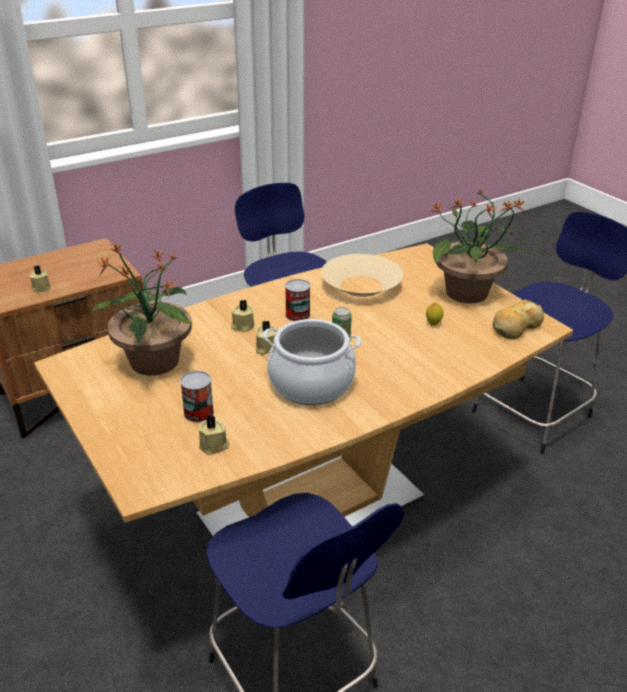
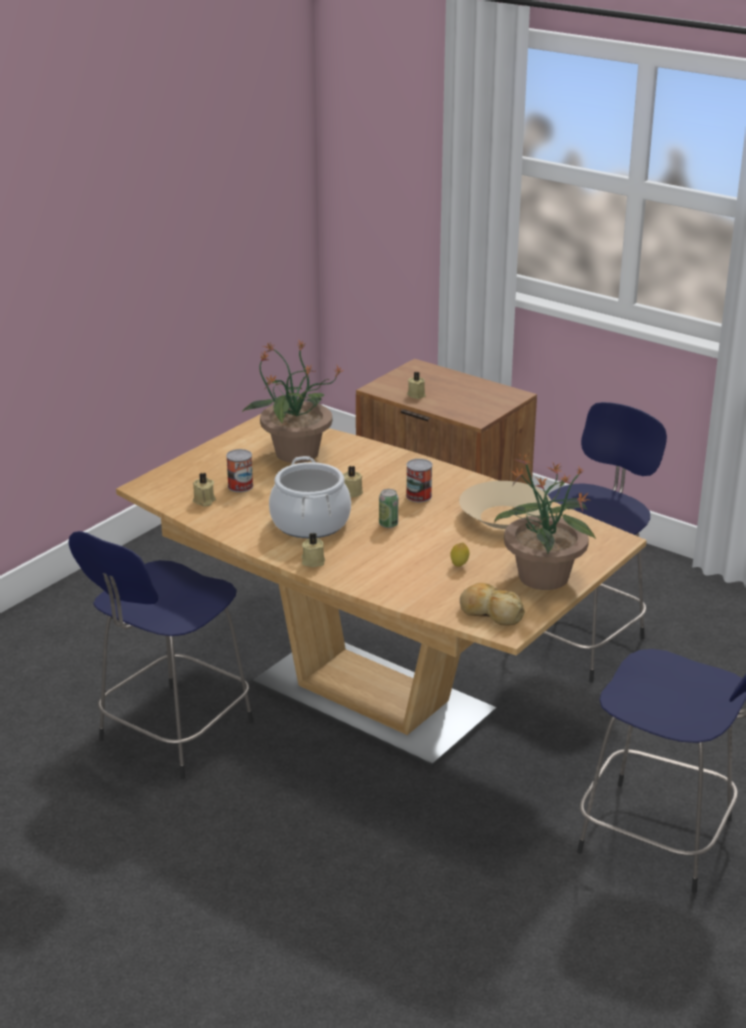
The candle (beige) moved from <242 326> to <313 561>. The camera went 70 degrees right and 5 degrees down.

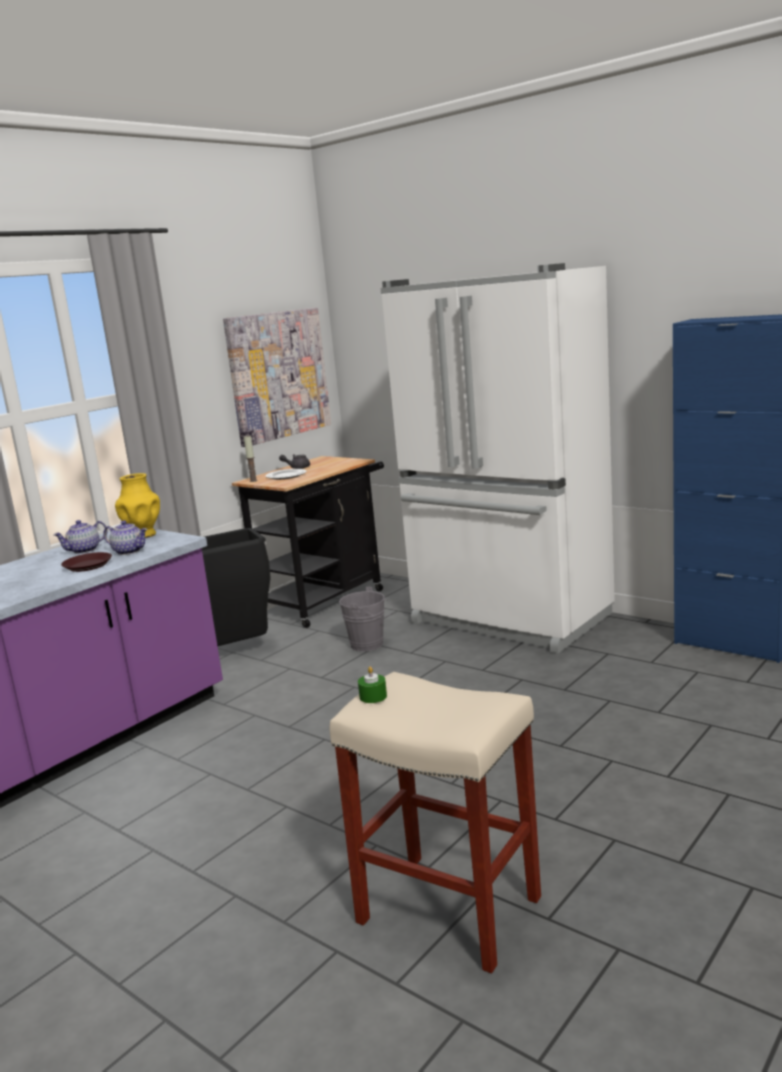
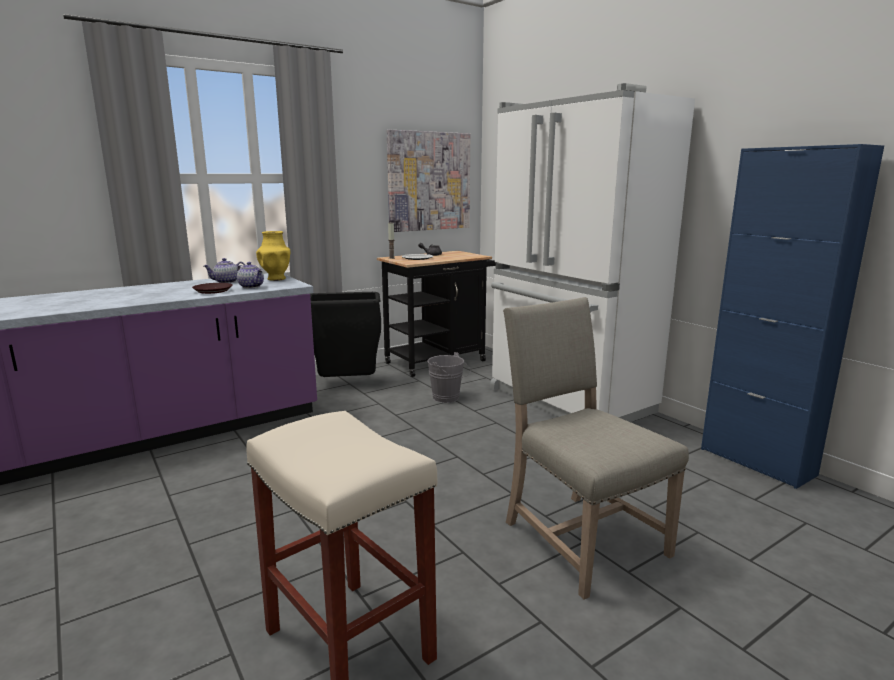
The chair (beige) at <579 537> appeared. The candle (green) at <373 696> disappeared. The camera went 15 degrees right and 0 degrees up.

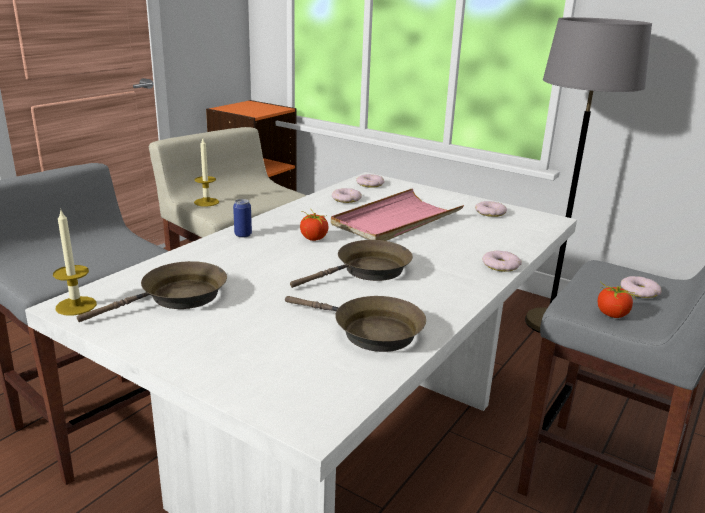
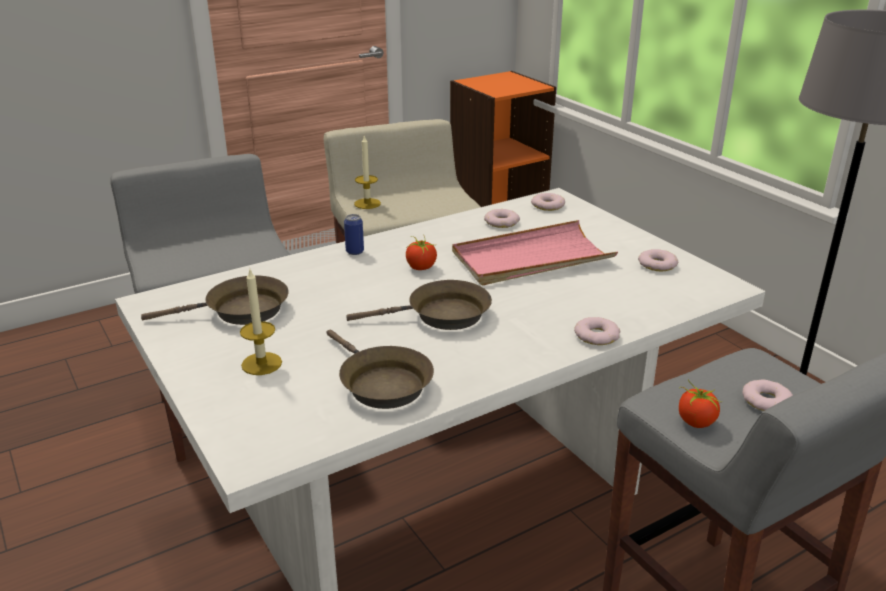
The candle moved from <76 306> to <261 363>. The camera went 25 degrees right and 5 degrees up.

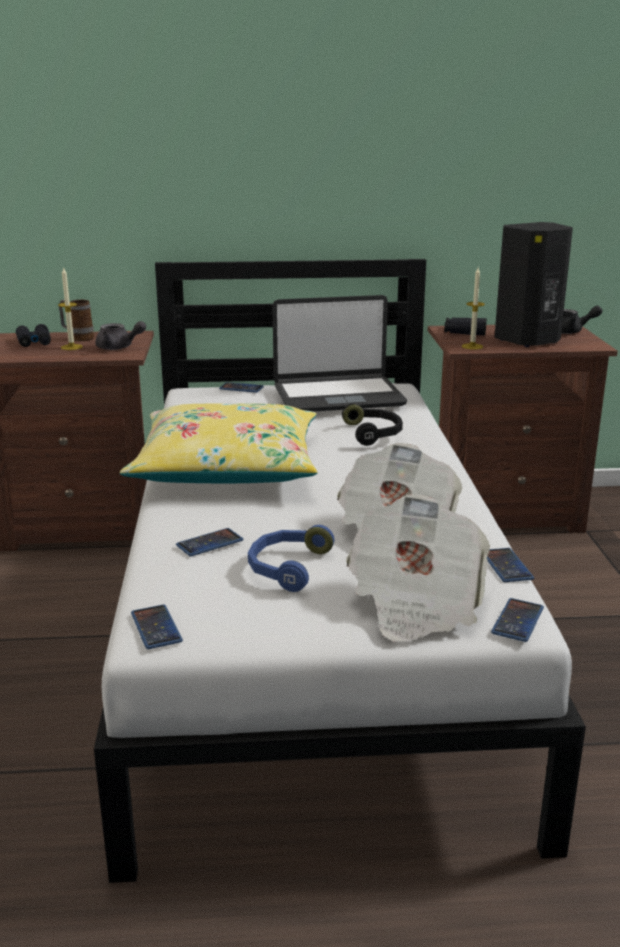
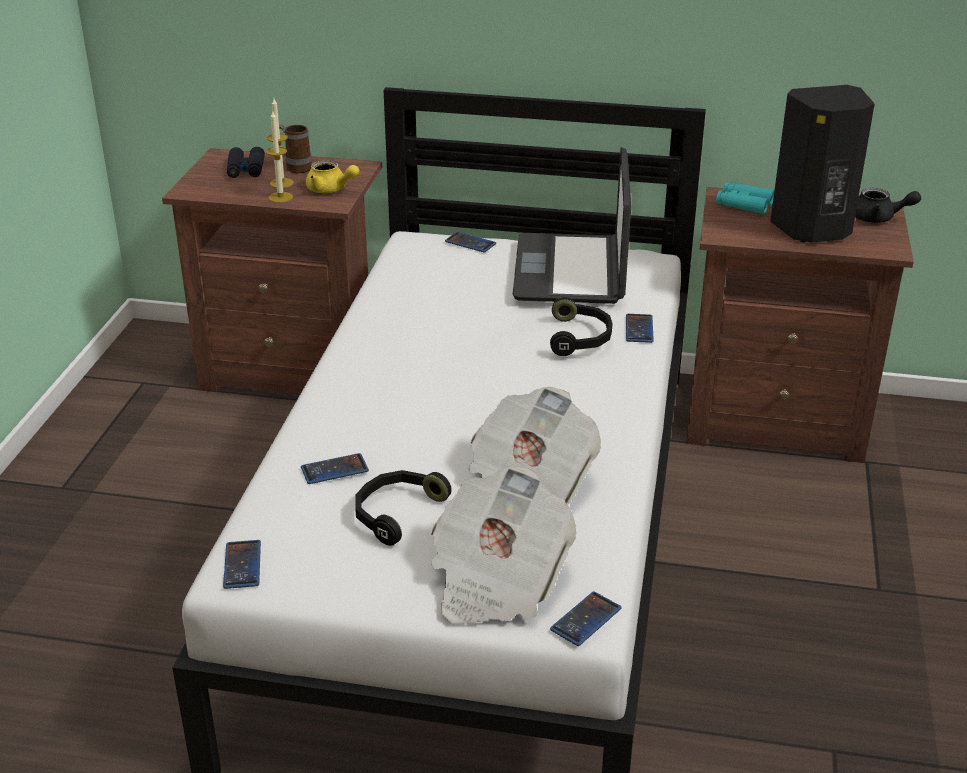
The candle moved from <472 346> to <280 197>. The teapot (grey) at <119 348> became the teapot (yellow) at <331 190>. The headphones (blue) at <286 567> became the headphones (black) at <396 513>. The laptop at <338 396> turned 90 degrees clockwise. The phone moved from <506 566> to <639 329>. The binoculars (black) at <465 332> became the binoculars (turquoise) at <744 204>. The pillow (yellow) at <227 467> disappeared. The camera went 15 degrees right and 10 degrees up.

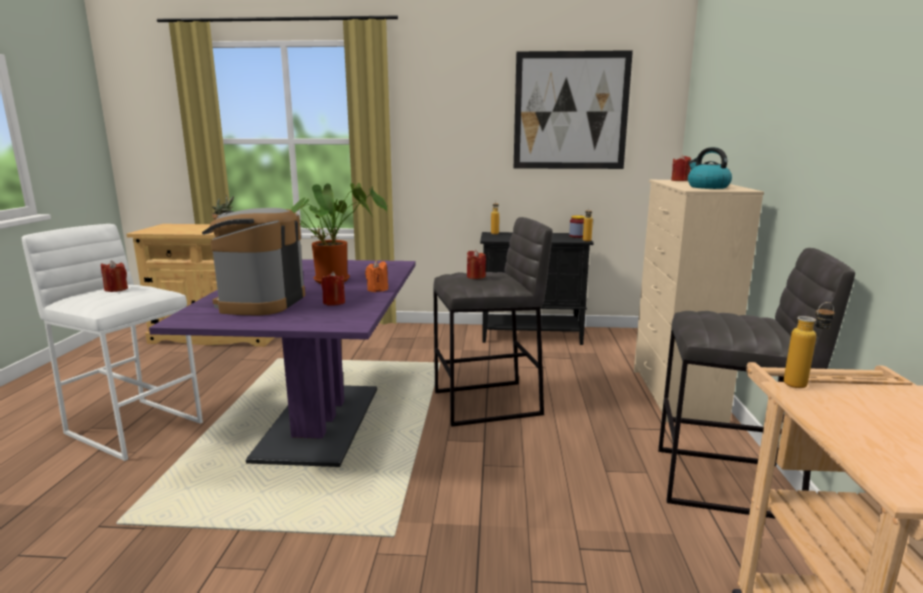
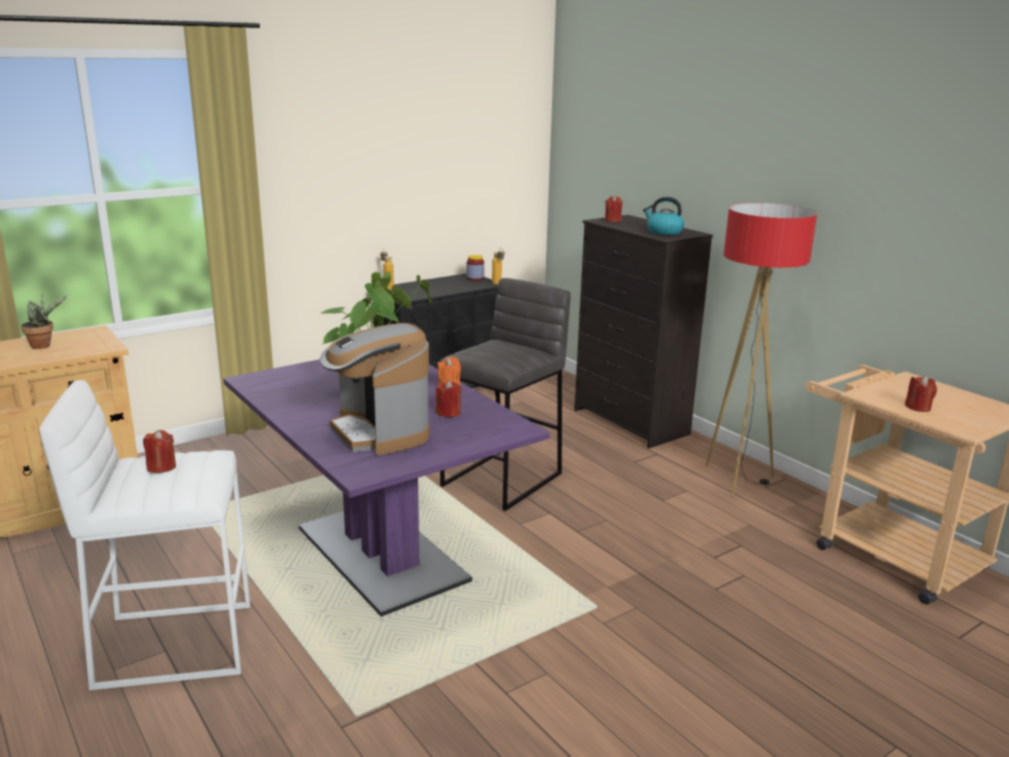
The dresser (beige) at <675 395> became the dresser (black) at <630 422>. The stool (grey) at <726 483> was replaced by the floor lamp at <737 479>. The candle (red) moved from <476 276> to <918 407>. The picture at <570 111> disappeared. The bottle at <802 384> disappeared. The camera went 40 degrees left and 5 degrees up.

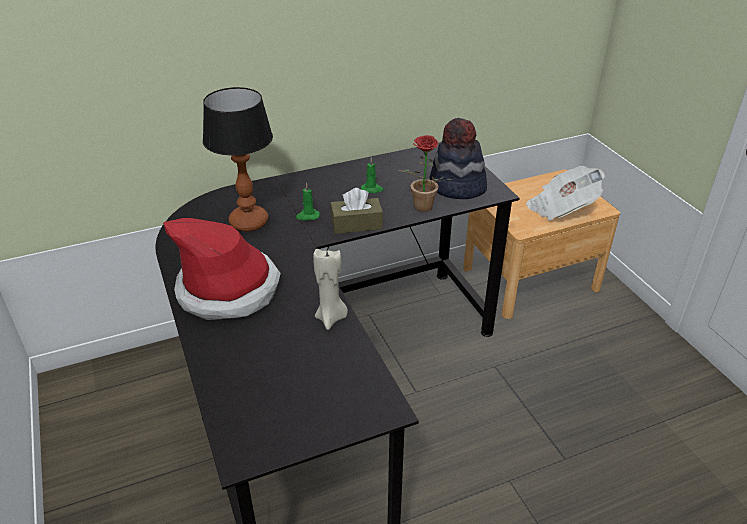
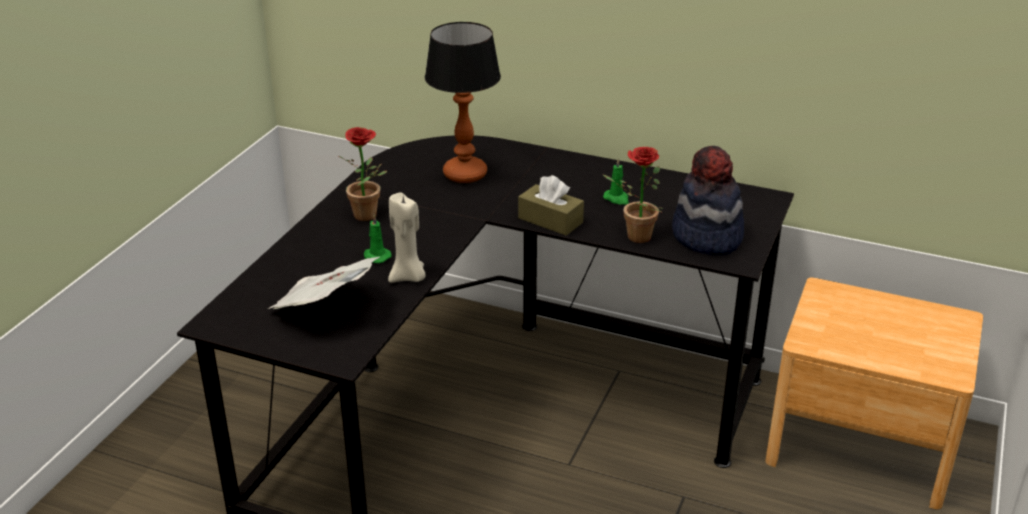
The newspaper moved from <561 208> to <326 308>. The hat at <228 289> was replaced by the potted plant at <370 216>. The candle (green) moved from <307 216> to <376 256>. The camera went 45 degrees right and 5 degrees down.

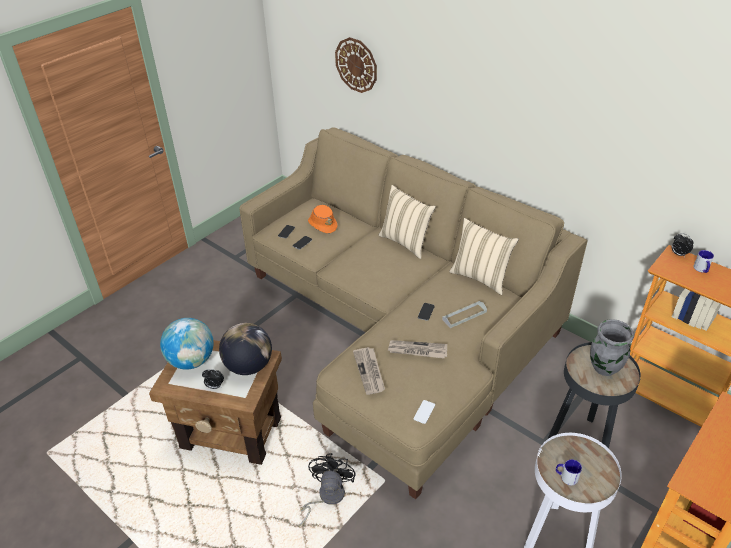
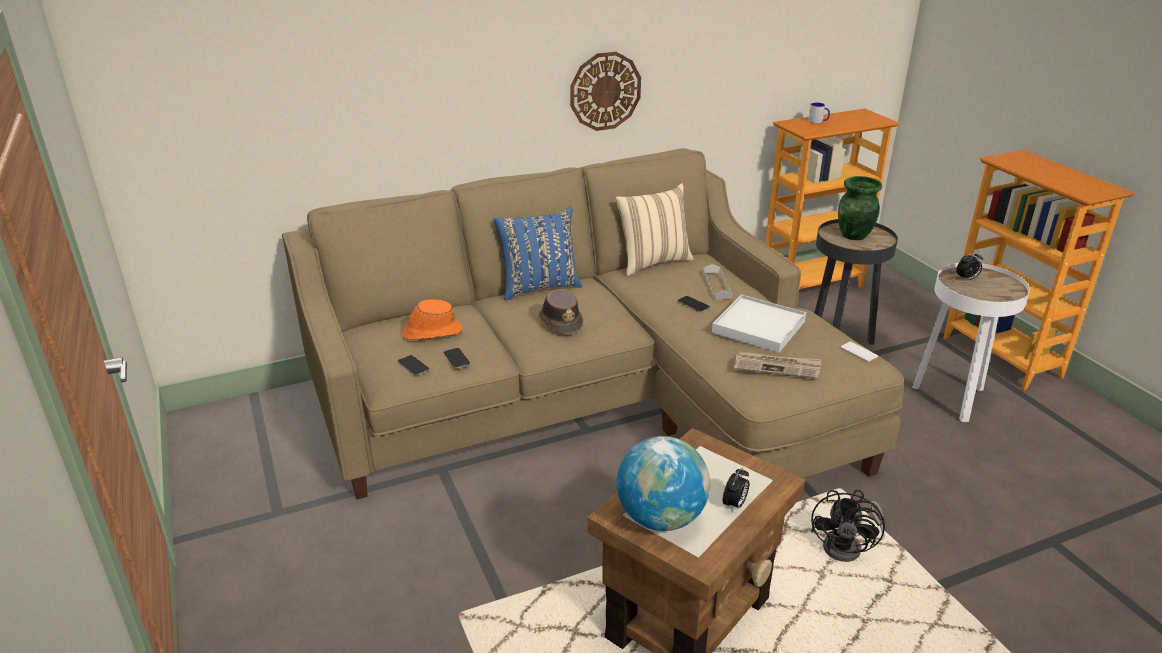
The pillow (beige) at <406 242> became the pillow (blue) at <539 287>. The hat (brown) at <561 321> appeared. The wall clock moved from <356 65> to <605 91>. The newspaper at <417 351> was replaced by the tray (white) at <758 327>. The fan (black) at <326 497> turned 105 degrees counterclockwise. The vase (grey) at <604 368> became the vase (green) at <854 235>. The alarm clock moved from <678 254> to <966 279>. The globe at <249 366> disappeared. The mug at <566 477> disappeared. The camera went 65 degrees left and 10 degrees down.

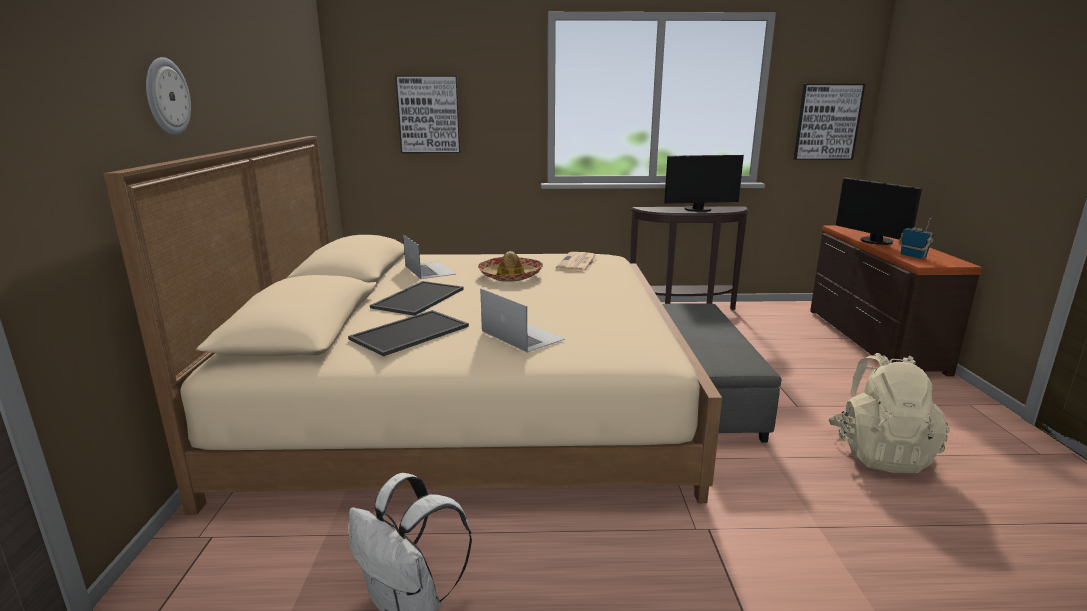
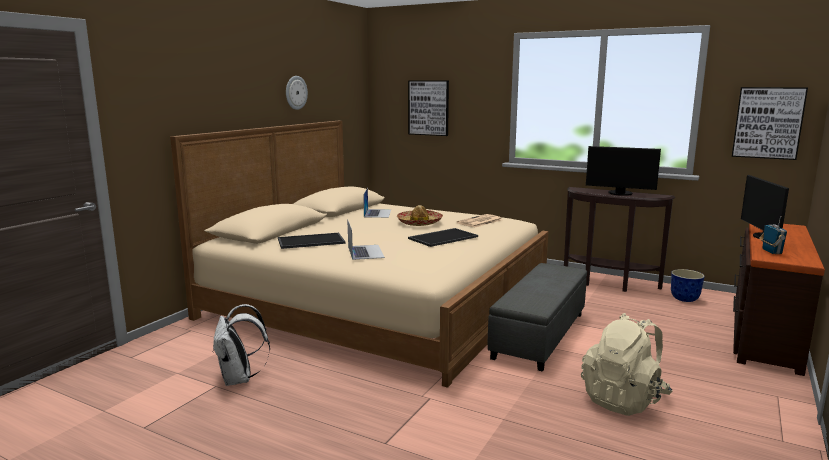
The wall clock moved from <166 96> to <295 92>. The tray moved from <418 298> to <443 237>. The planter at <684 299> appeared. The camera went 30 degrees right and 5 degrees down.

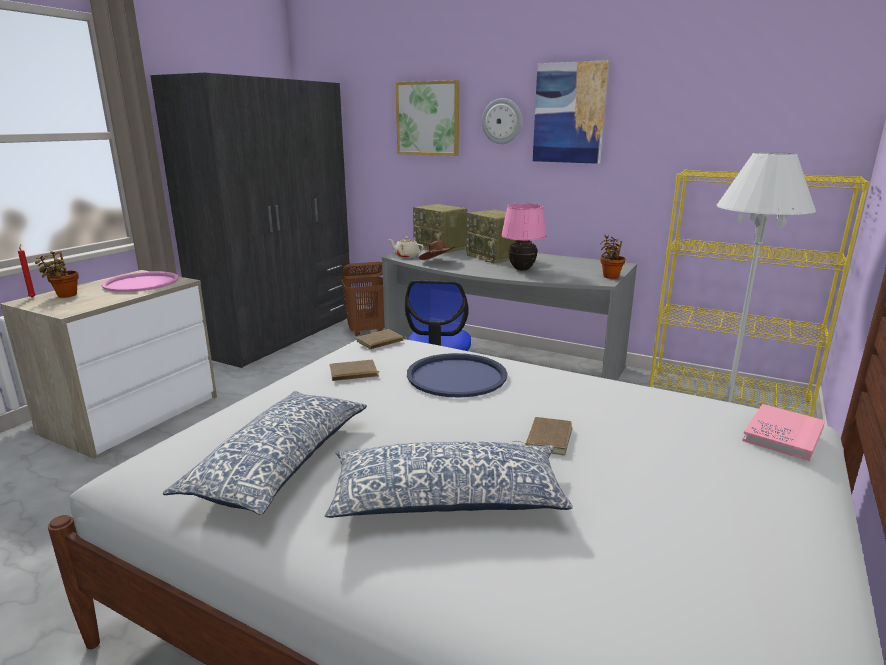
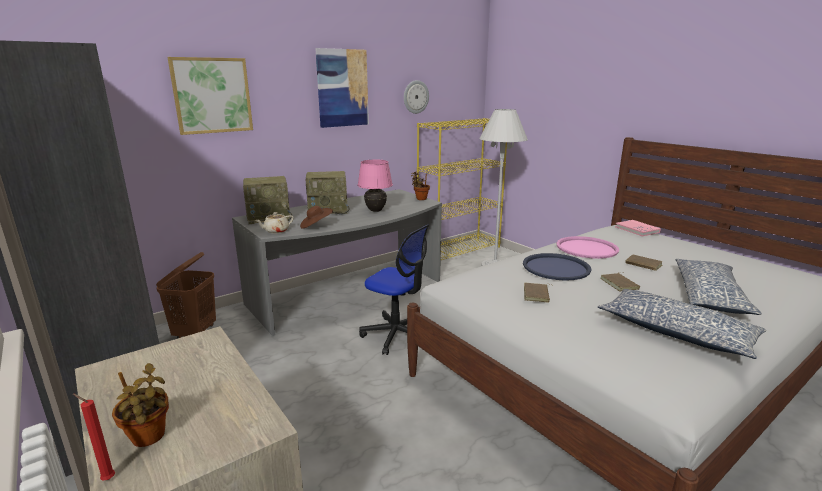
The wall clock moved from <502 121> to <415 97>. The tray (pink) moved from <141 283> to <587 248>. The book (brown) moved from <380 342> to <620 284>. The camera went 65 degrees left and 0 degrees up.

